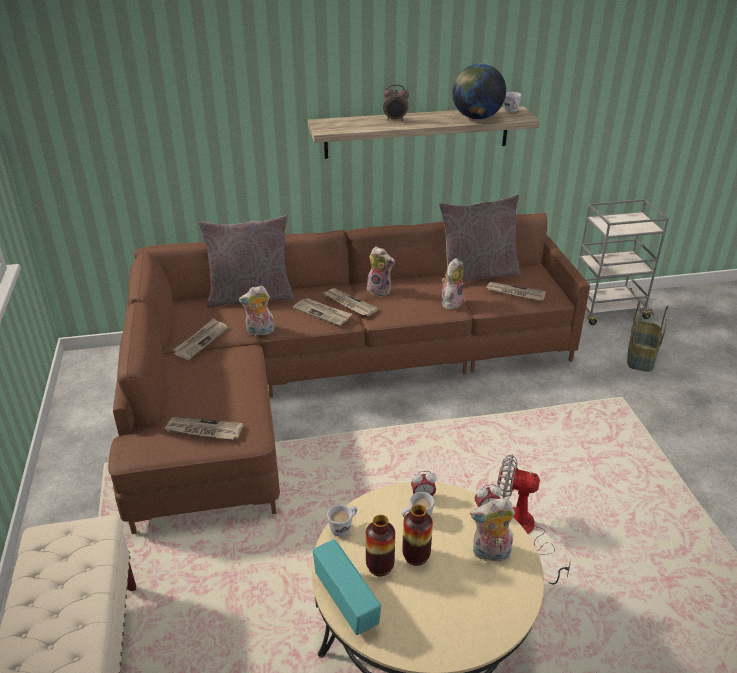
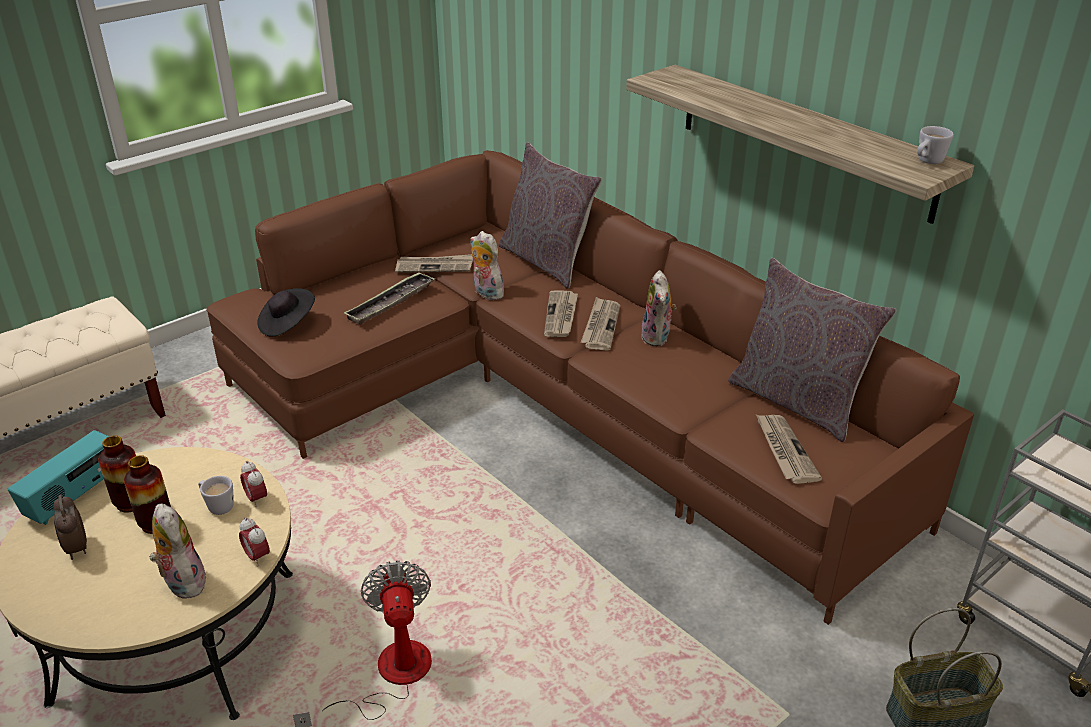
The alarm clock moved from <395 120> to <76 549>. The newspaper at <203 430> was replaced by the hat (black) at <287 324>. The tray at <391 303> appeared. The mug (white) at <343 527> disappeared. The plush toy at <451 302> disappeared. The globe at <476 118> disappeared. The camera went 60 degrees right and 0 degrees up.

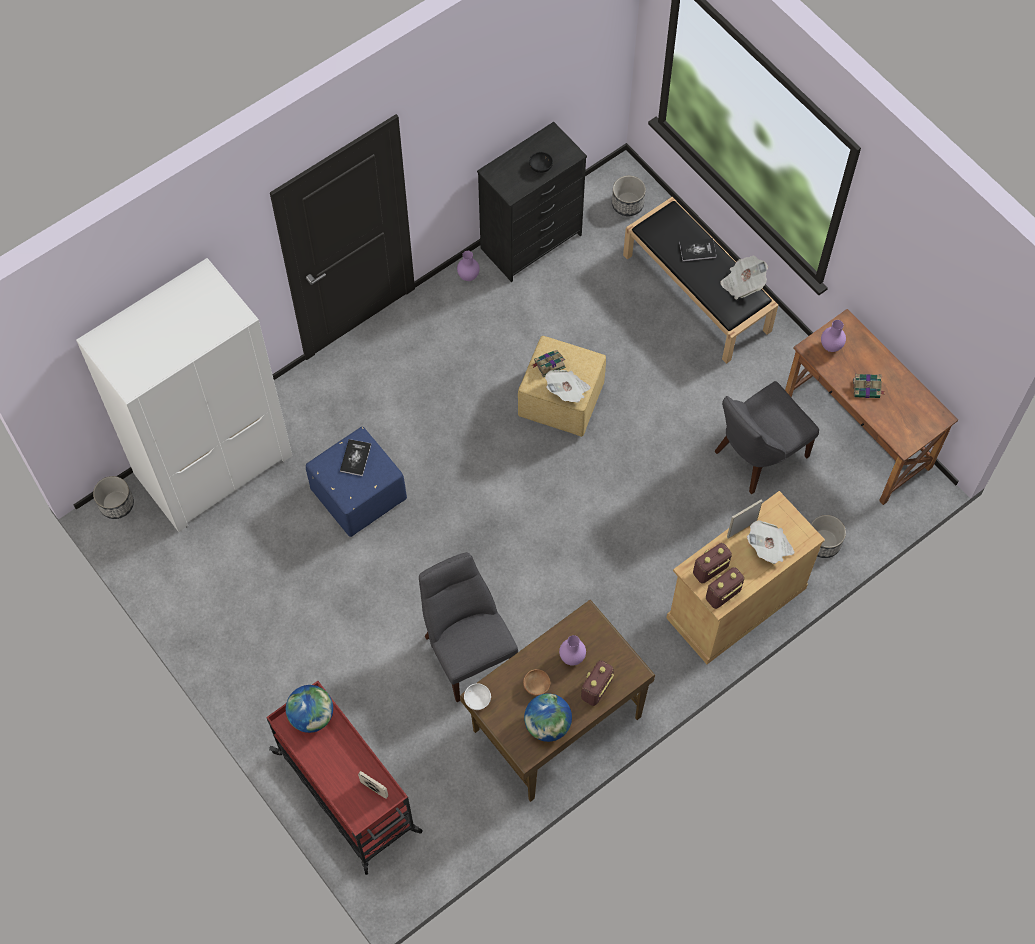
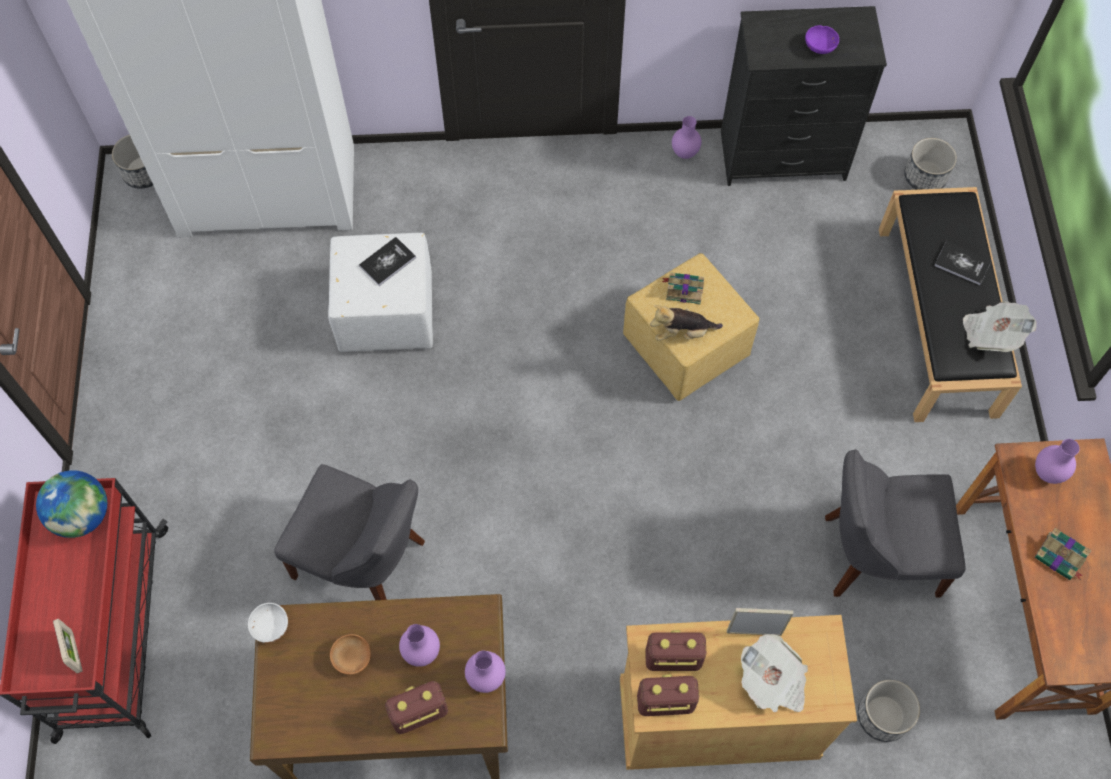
The chair (grey) at <467 651> turned 105 degrees clockwise. The ottoman (blue) at <358 494> became the ottoman (white) at <387 312>. The vase (purple) at <486 679> appeared. The newspaper at <567 391> was replaced by the plush toy at <682 332>. The bowl (black) at <541 166> became the bowl (purple) at <820 47>. The globe at <547 725> disappeared. The camera went 35 degrees right and 0 degrees up.

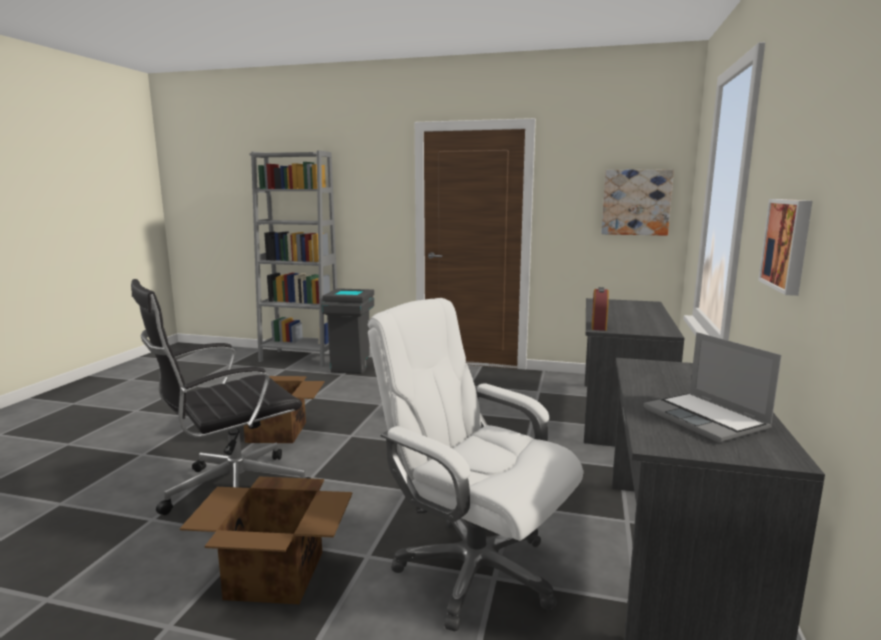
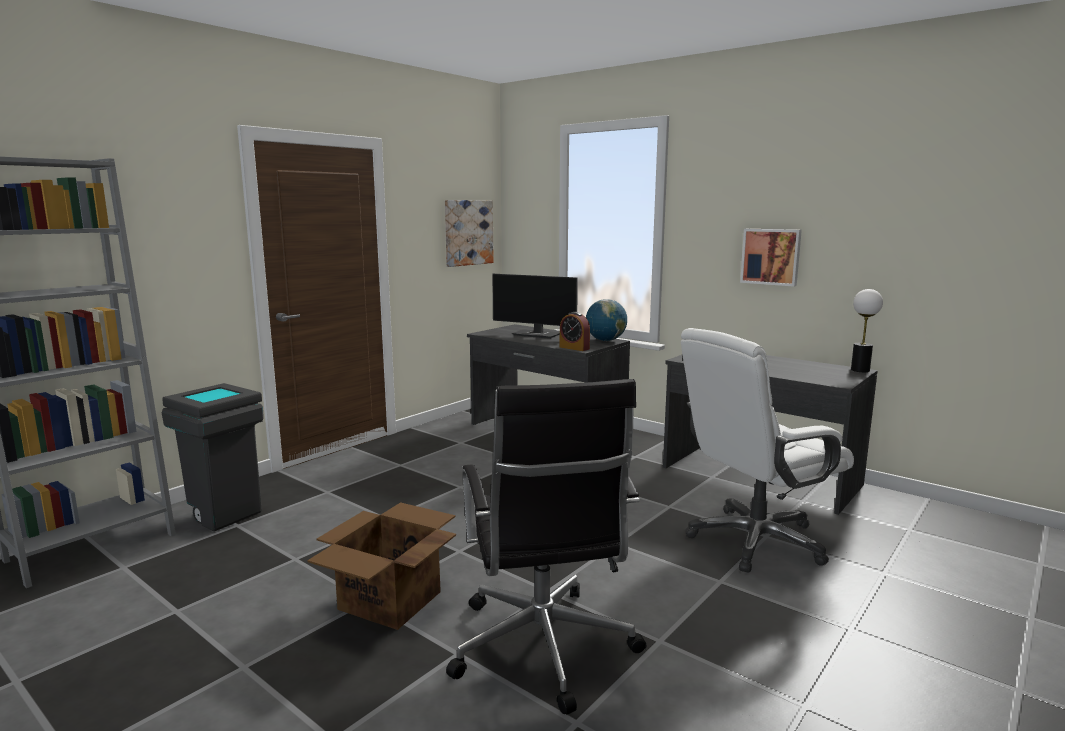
The monitor at <538 334> appeared. The globe at <605 340> appeared. The table lamp at <860 370> appeared. The cardboard box at <276 575> disappeared. The laptop at <707 419> disappeared. The camera went 65 degrees left and 0 degrees up.

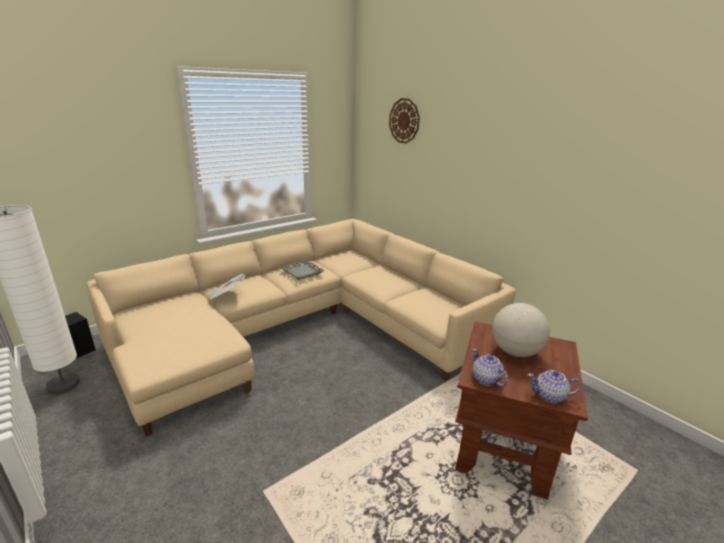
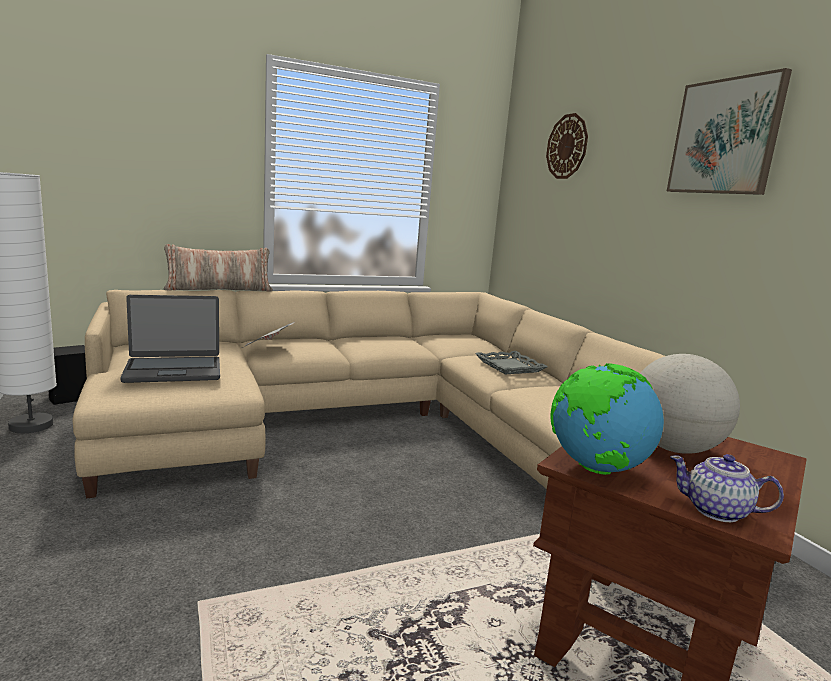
The laptop at <173 370> appeared. The pillow at <219 289> appeared. The tray (grey) moved from <302 272> to <510 367>. The teapot at <486 379> was replaced by the globe at <596 468>. The picture at <725 137> appeared. The camera went 15 degrees right and 10 degrees down.

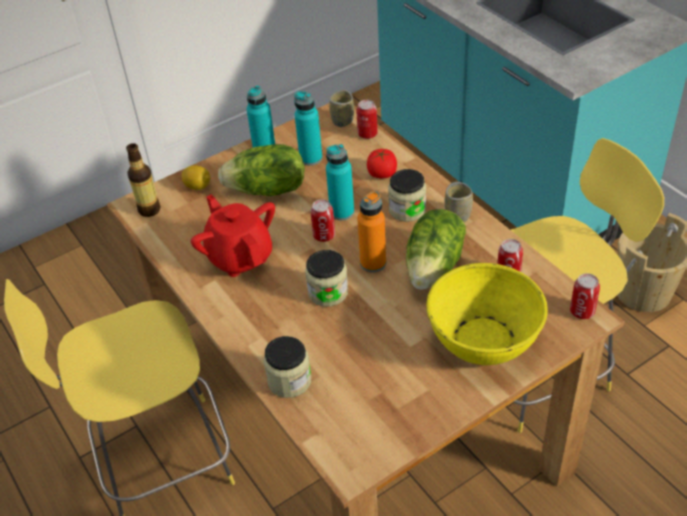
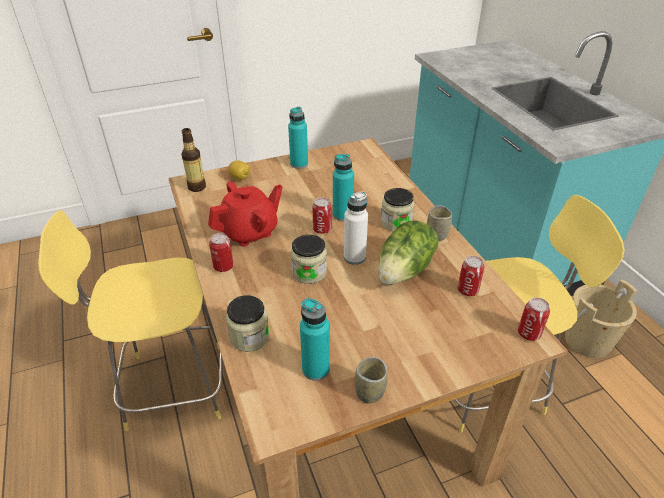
The teapot (red) at <240 256> turned 75 degrees clockwise. The can moved from <367 134> to <223 266>. The bottle (turquoise) moved from <311 158> to <316 369>. The bottle (orange) at <373 263> became the bottle (white) at <354 257>. The cup moved from <342 121> to <370 392>. The lettuce at <267 190> disappeared. The tomato at <382 174> disappeared. The bowl (yellow) at <483 339> disappeared. The camera went 10 degrees right and 5 degrees down.

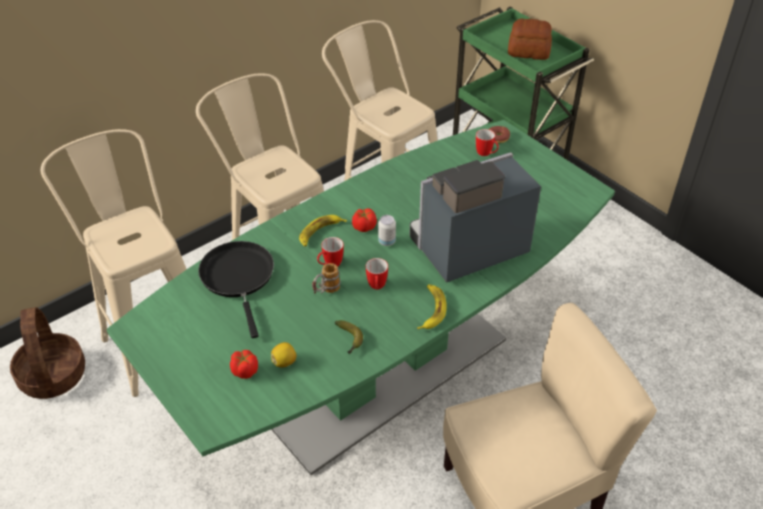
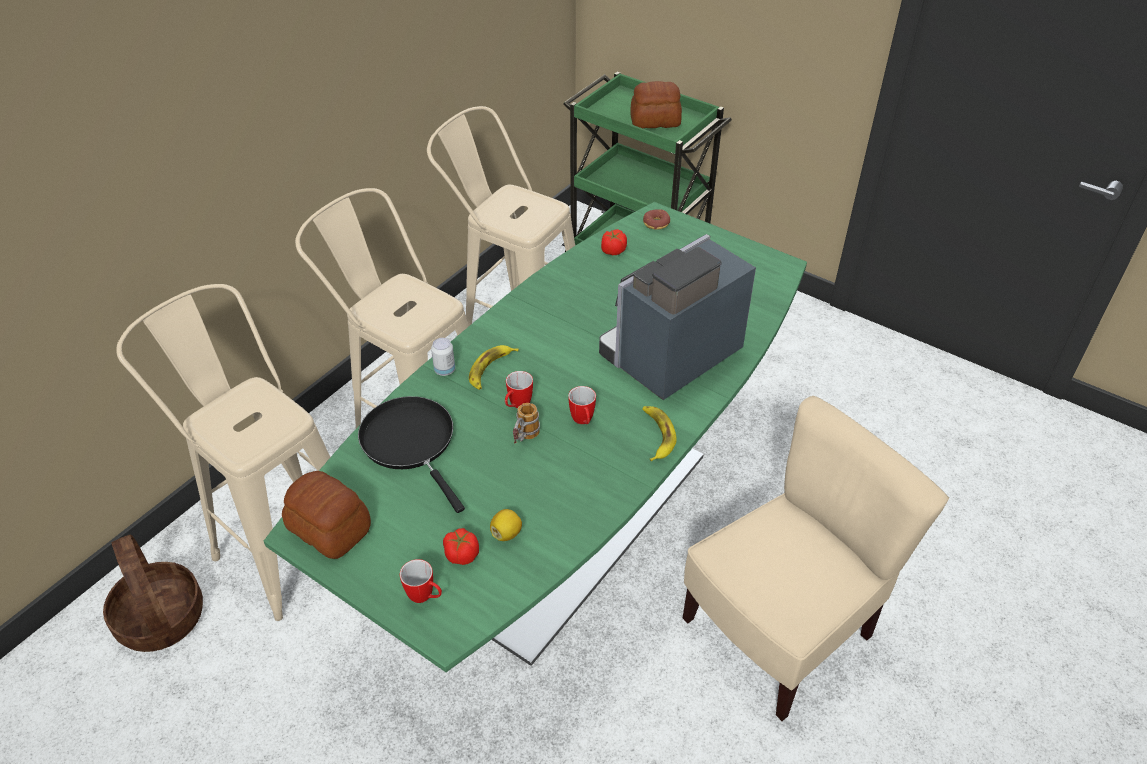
The bread at <329 529> appeared. The mug moved from <486 154> to <425 597>. The can moved from <387 241> to <444 370>. The tomato moved from <364 227> to <613 251>. The banana at <349 340> disappeared. The camera went 15 degrees left and 0 degrees up.

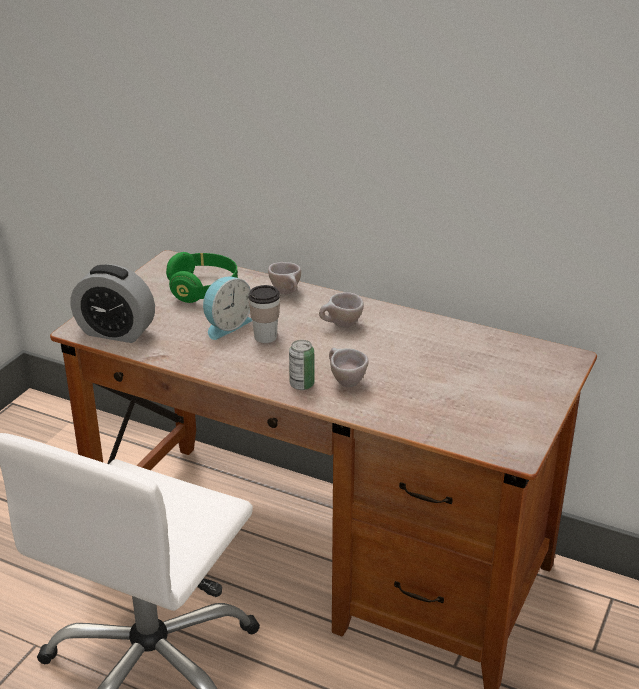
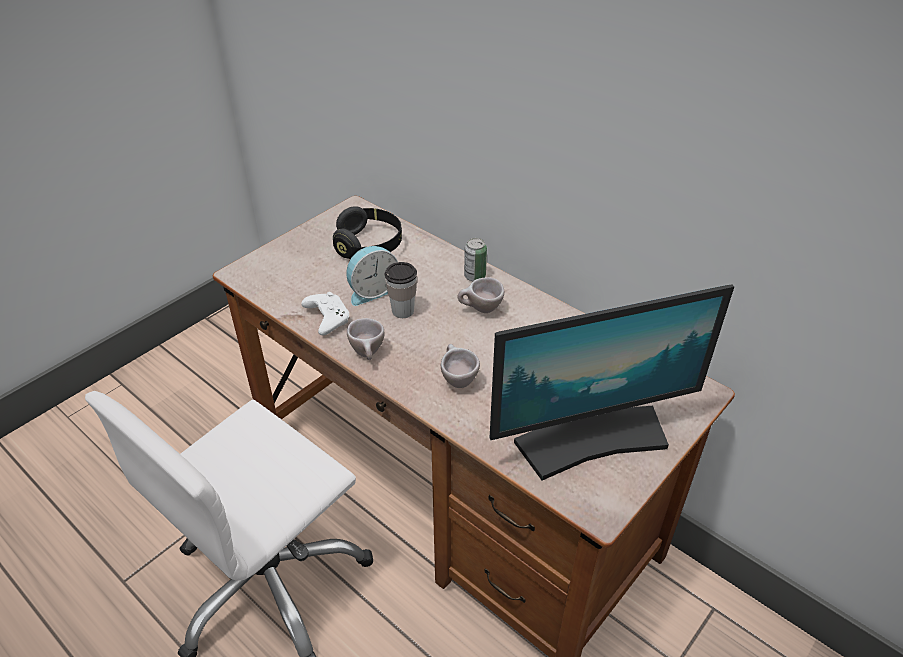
The game controller (white) at <327 318> appeared. The headphones (green) at <203 290> became the headphones (black) at <369 245>. The cup (beige) moved from <287 293> to <368 355>. The can moved from <302 385> to <475 276>. The monitor at <591 438> appeared. The alarm clock at <116 332> disappeared. The camera went 15 degrees right and 10 degrees up.

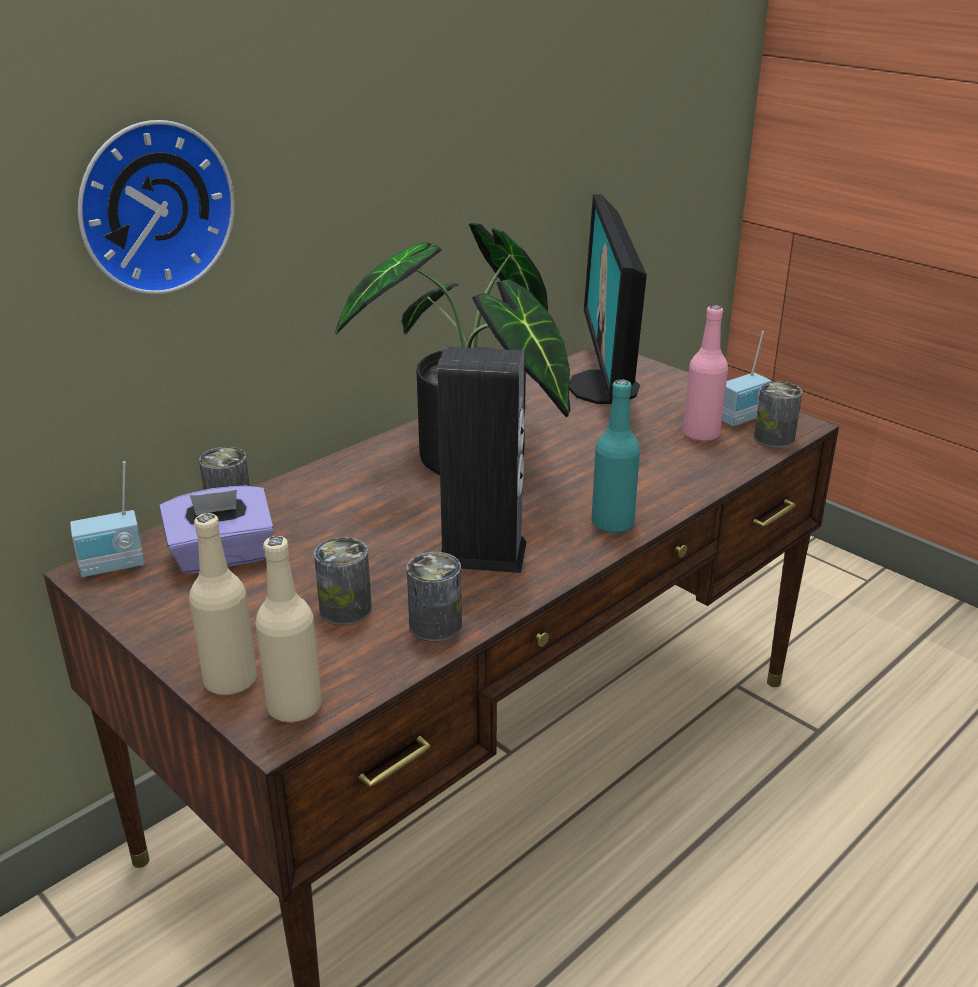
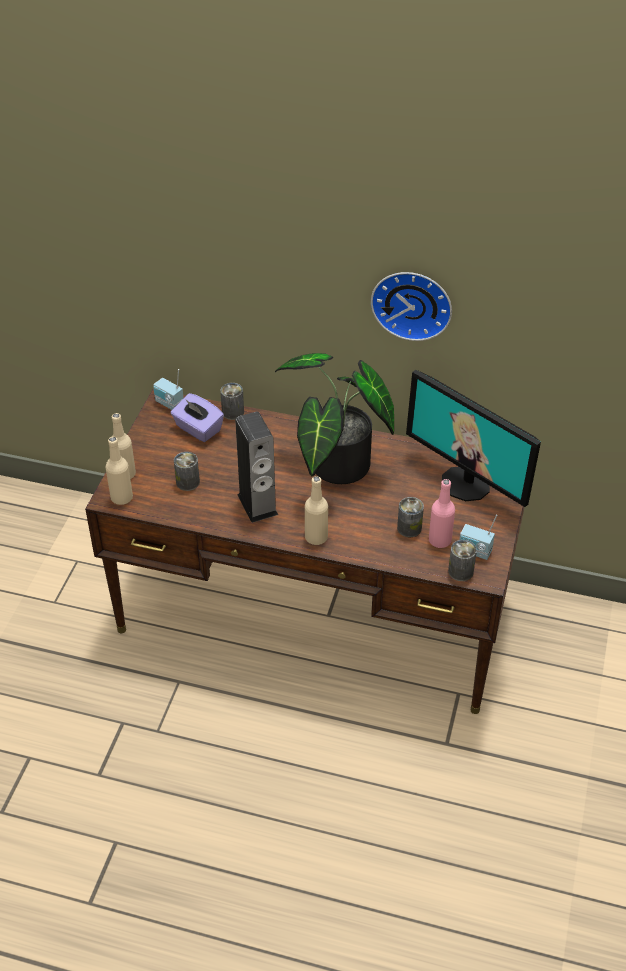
The bottle (turquoise) at <612 524> became the bottle (beige) at <316 537>. The wall clock moved from <152 206> to <412 302>. The can moved from <435 625> to <409 528>. The monitor at <605 387> turned 105 degrees counterclockwise. The camera went 60 degrees right and 15 degrees up.

